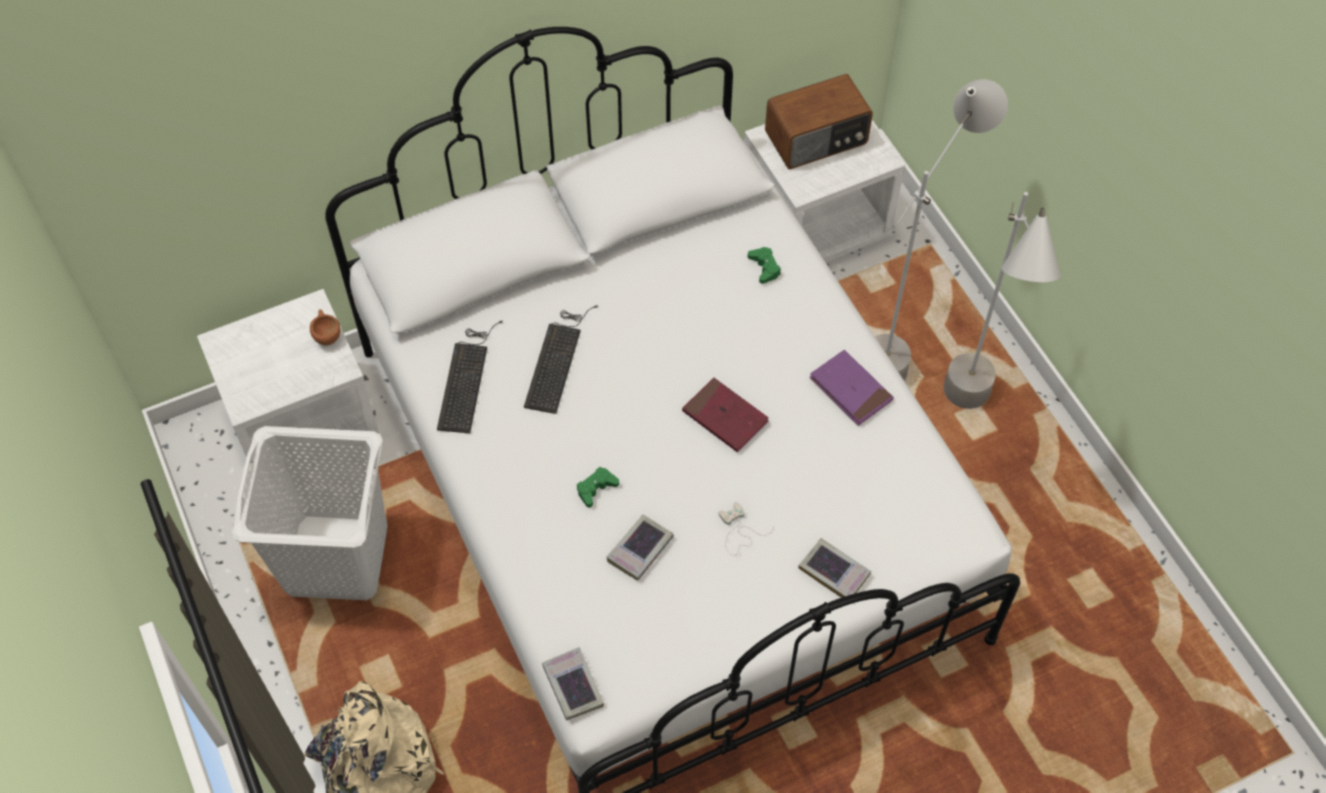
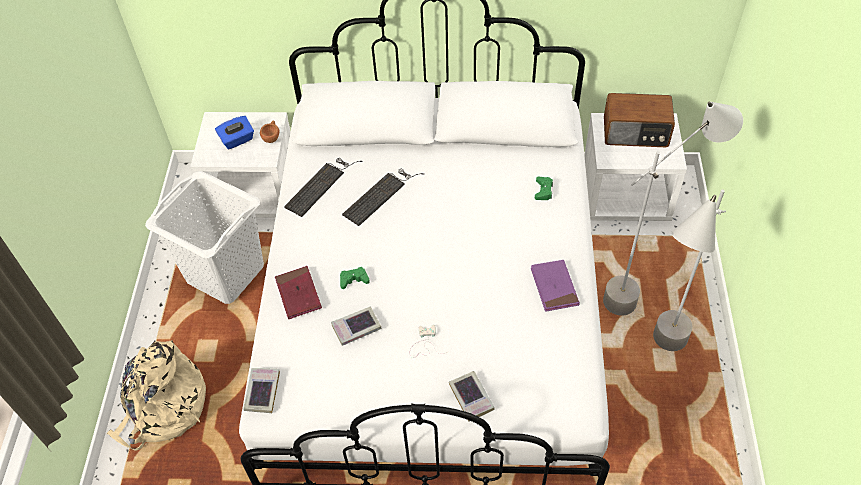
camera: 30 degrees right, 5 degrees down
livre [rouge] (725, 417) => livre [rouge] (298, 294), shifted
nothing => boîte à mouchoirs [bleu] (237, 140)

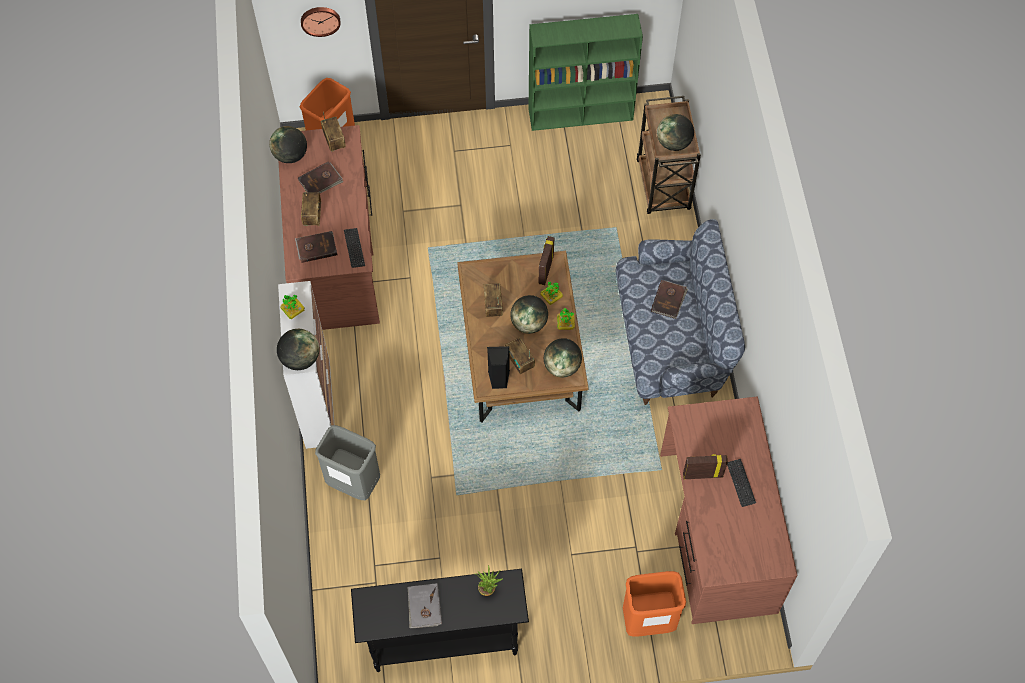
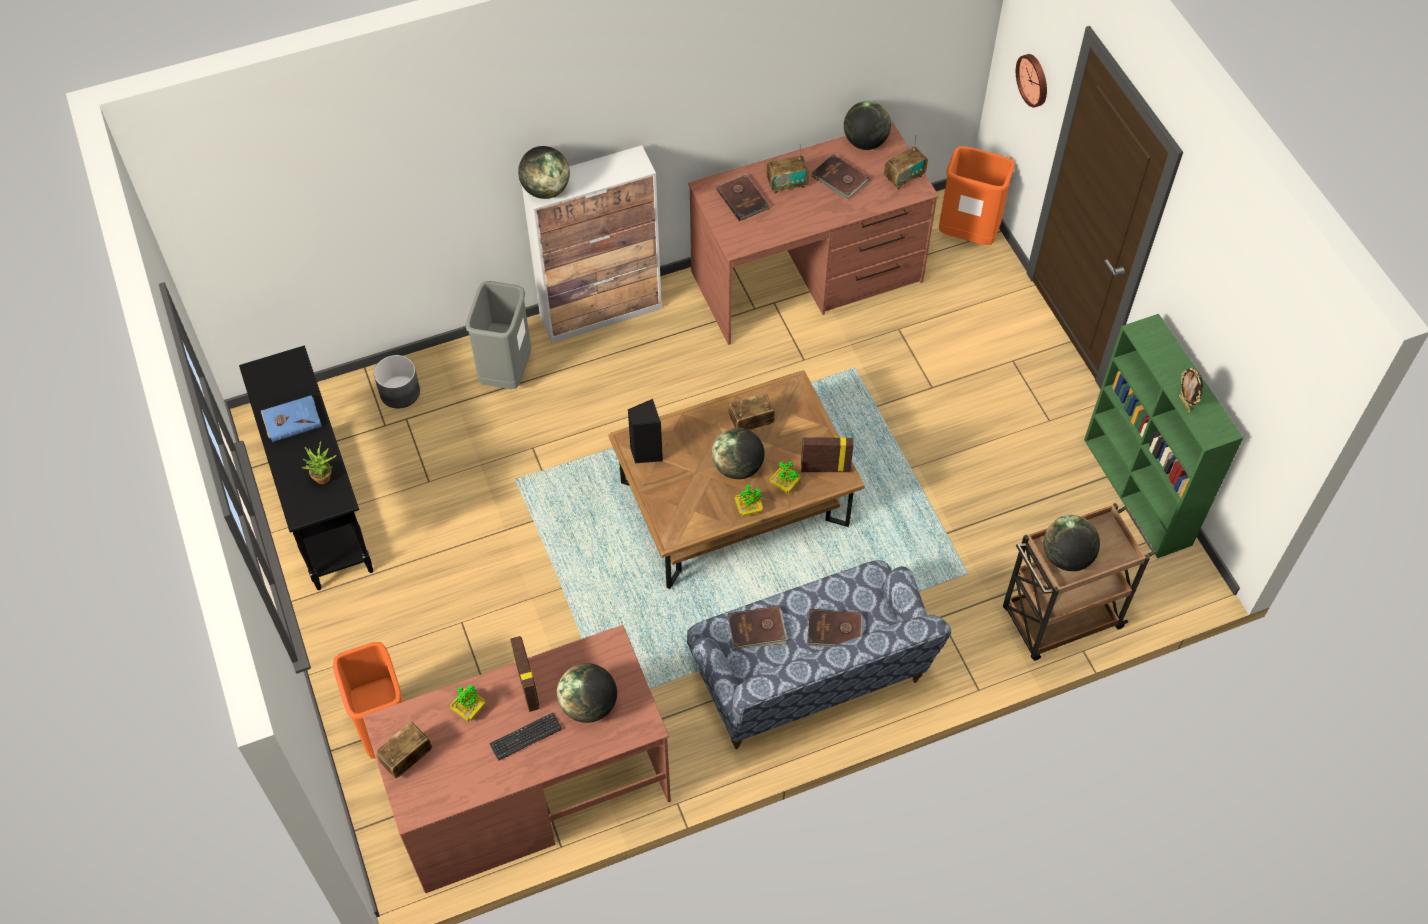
camera: 75 degrees right, 5 degrees down
plante en pot (293, 311) => plante en pot (469, 709), shifted
clavier (354, 248) => nothing
livre [gris] (424, 606) => livre [bleu] (291, 419)
radio (520, 361) => radio (407, 758), shifted
globe (562, 366) => globe (589, 705), shifted
nothing => cache-pot [gris] (400, 392)
nothing => livre [marron] (757, 629)
nothing => cadre photo (1184, 404)

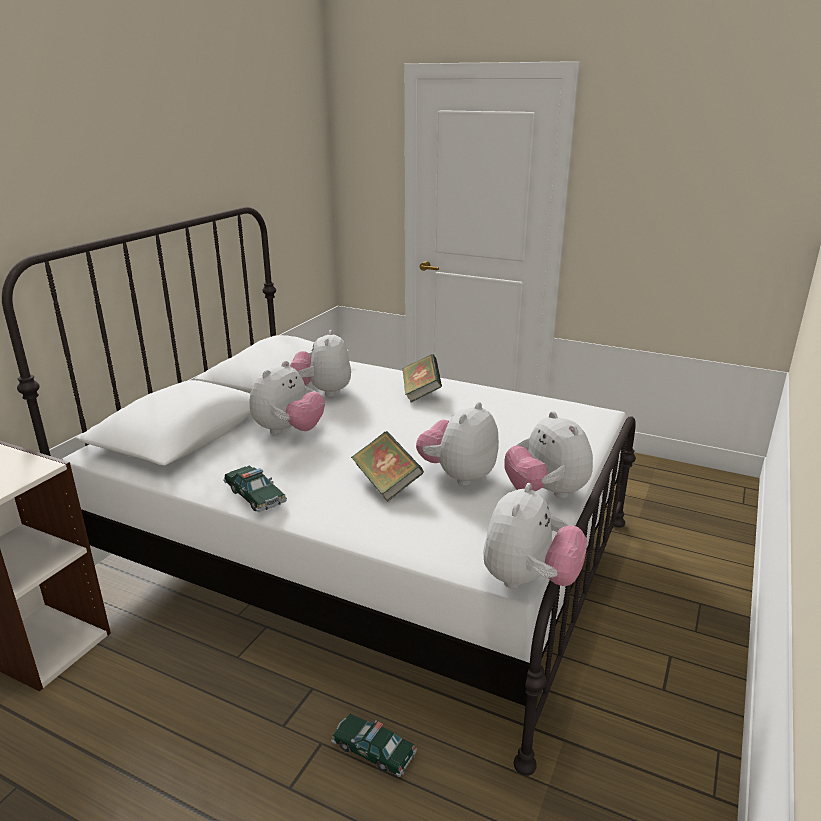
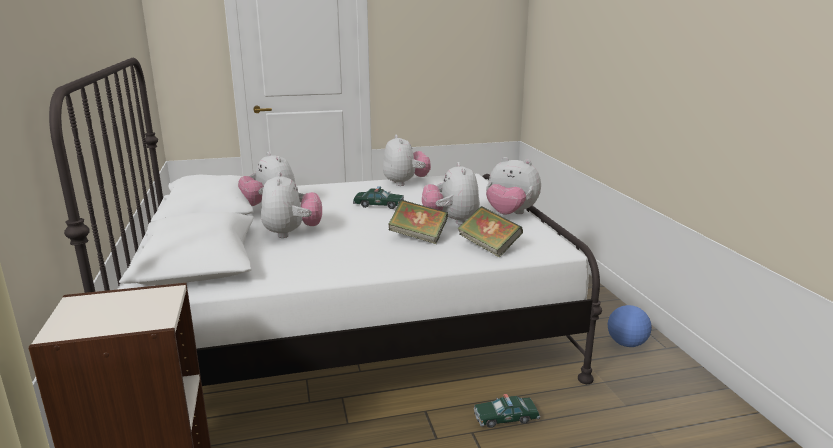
camera: 40 degrees left, 5 degrees down
petite voiture (255, 496) => petite voiture (379, 205), shifted
livre (421, 393) => livre (489, 247), shifted
peluche (529, 581) => peluche (405, 183), shifted
nothing => ballon de foot (626, 344)

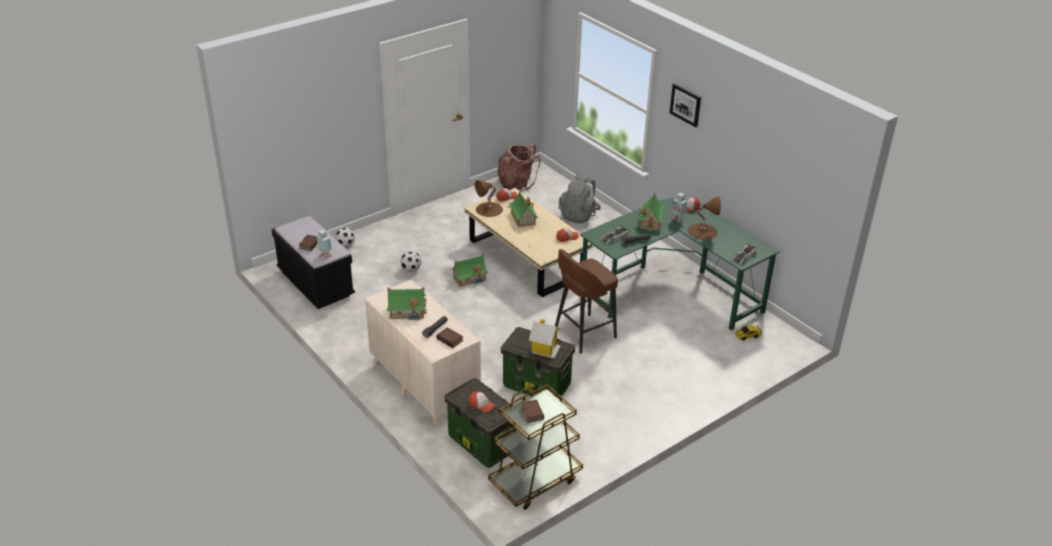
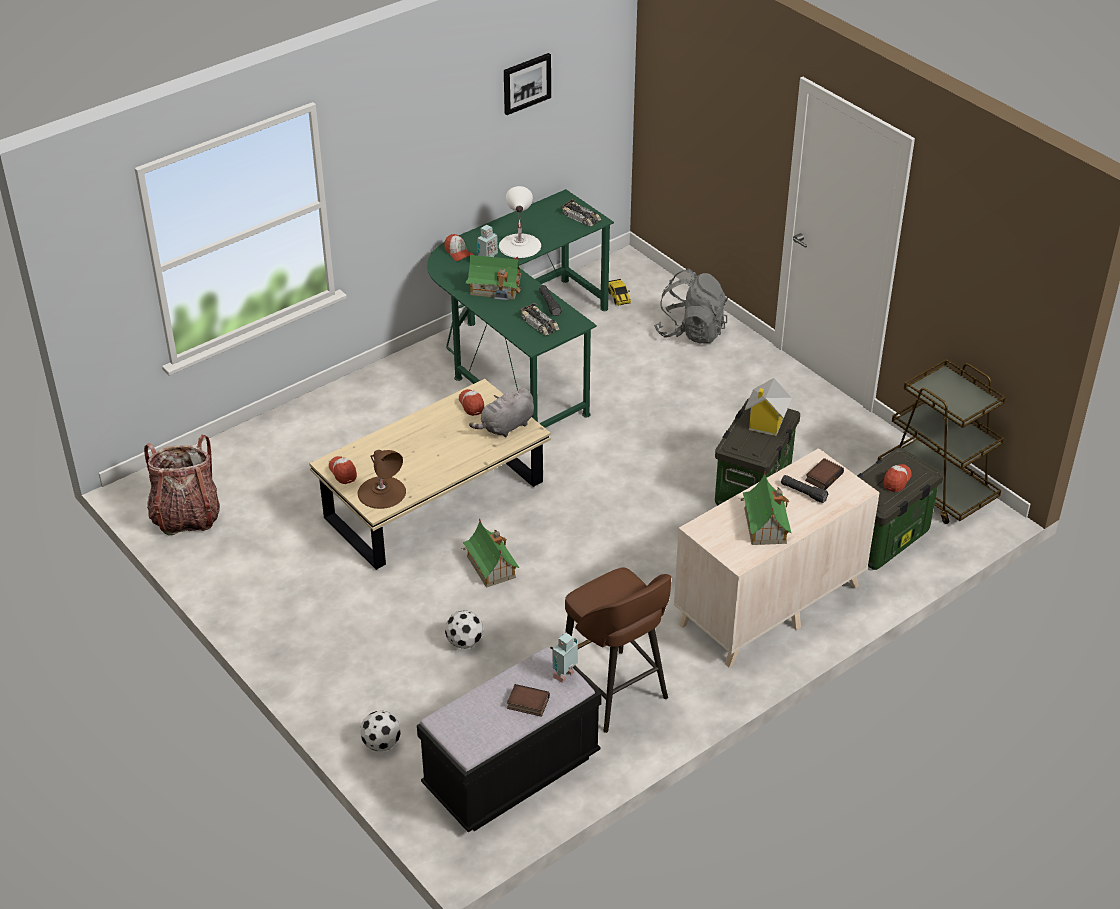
camera: 90 degrees left, 5 degrees up
maison miniature (523, 218) => nothing
livre (531, 413) => nothing
tabouret [marron] (583, 334) => tabouret [marron] (615, 693), shifted
sac à dos [gris] (579, 215) => sac à dos [gris] (691, 332), shifted
tableau (686, 104) => tableau (526, 83), shifted
lampe de table [marron] (702, 231) => lampe de table [blanc] (519, 245)
nothing => peluche [gris] (506, 427)

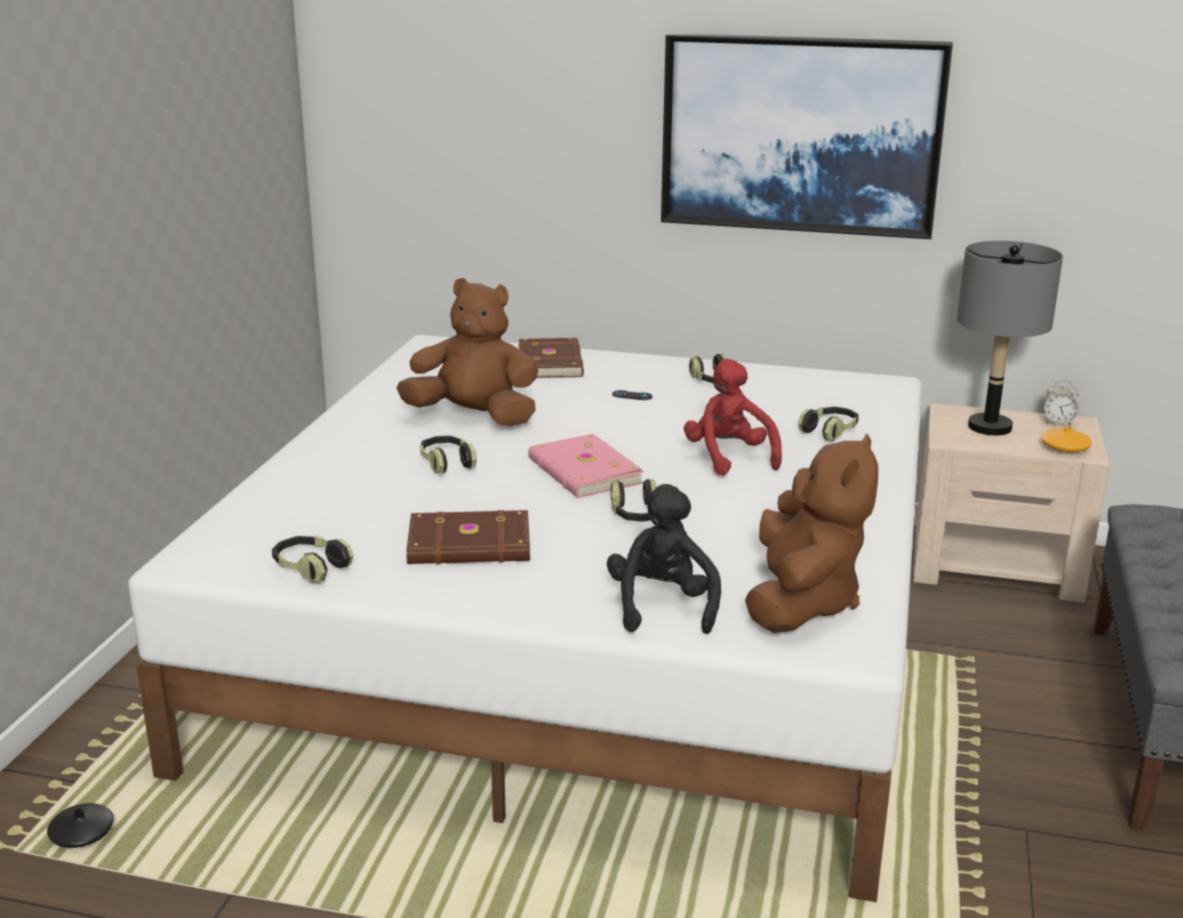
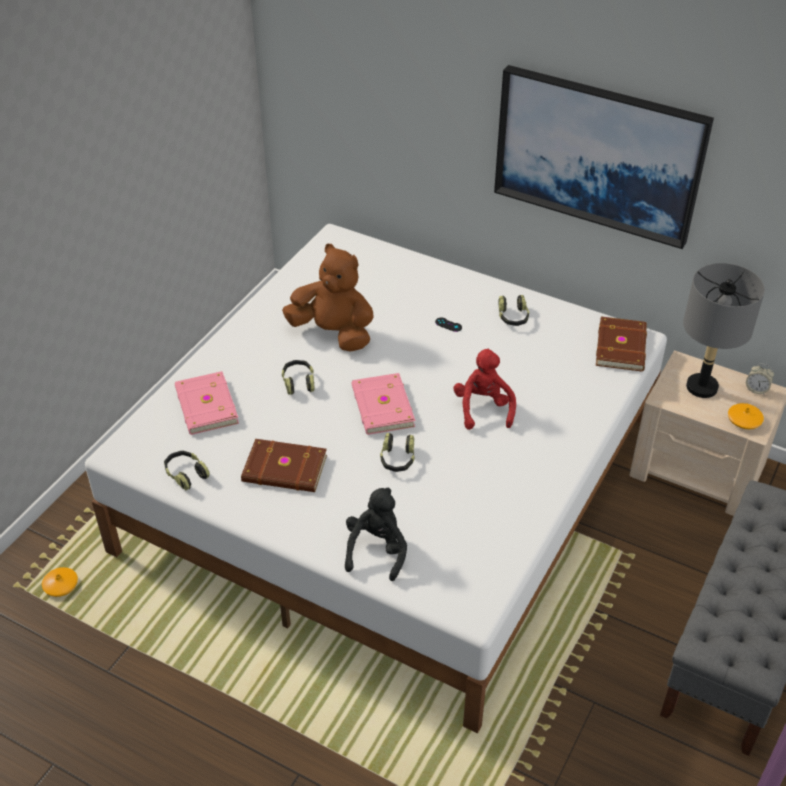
camera: 15 degrees right, 20 degrees up
vase [noir] (82, 833) => vase [orange] (61, 585)
livre [marron] (552, 362) => livre [marron] (622, 346), shifted
peluche [marron] (801, 602) => nothing
casque audio (830, 431) => nothing
nothing => livre [rose] (205, 406)

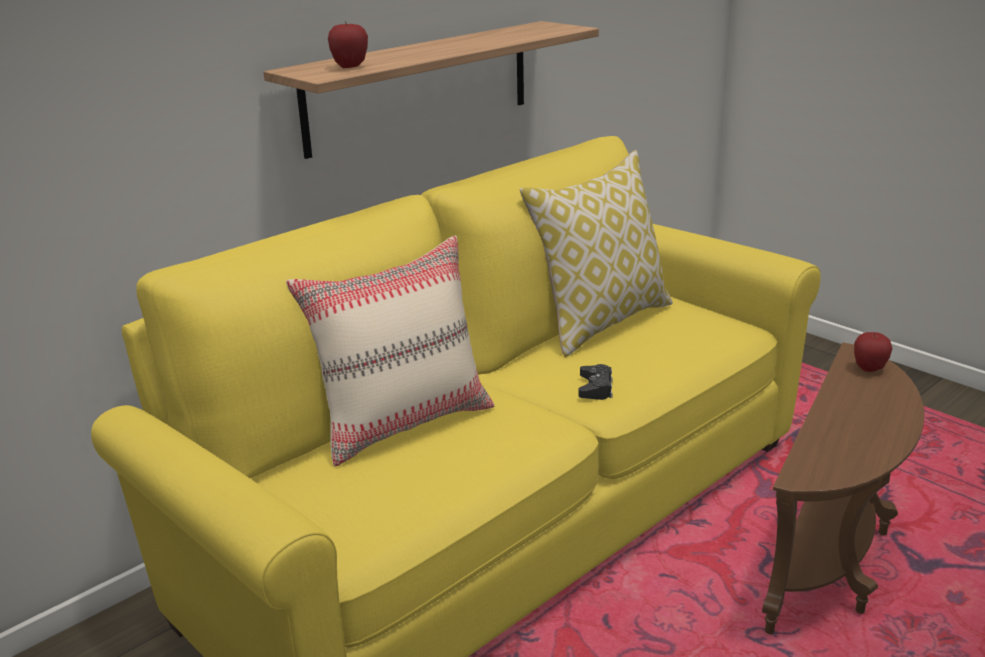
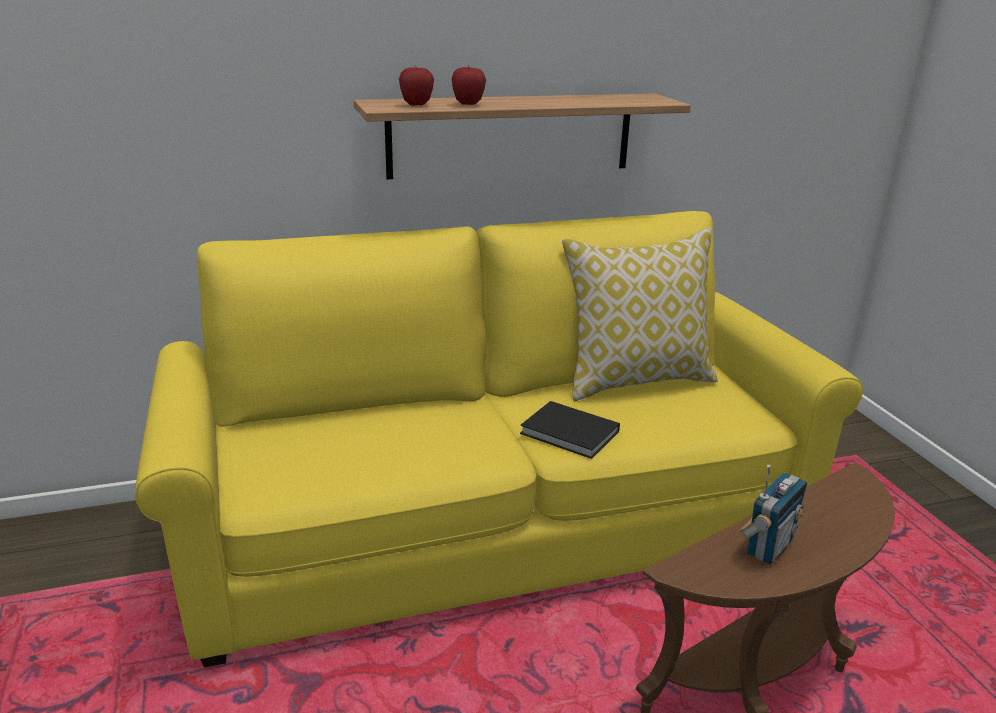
camera: 25 degrees right, 0 degrees up
coussin [beige] (403, 423) => nothing
manette [noir] (595, 388) => livre [noir] (571, 434)
pomme (869, 369) => pomme (468, 104), shifted
nothing => radio (768, 547)

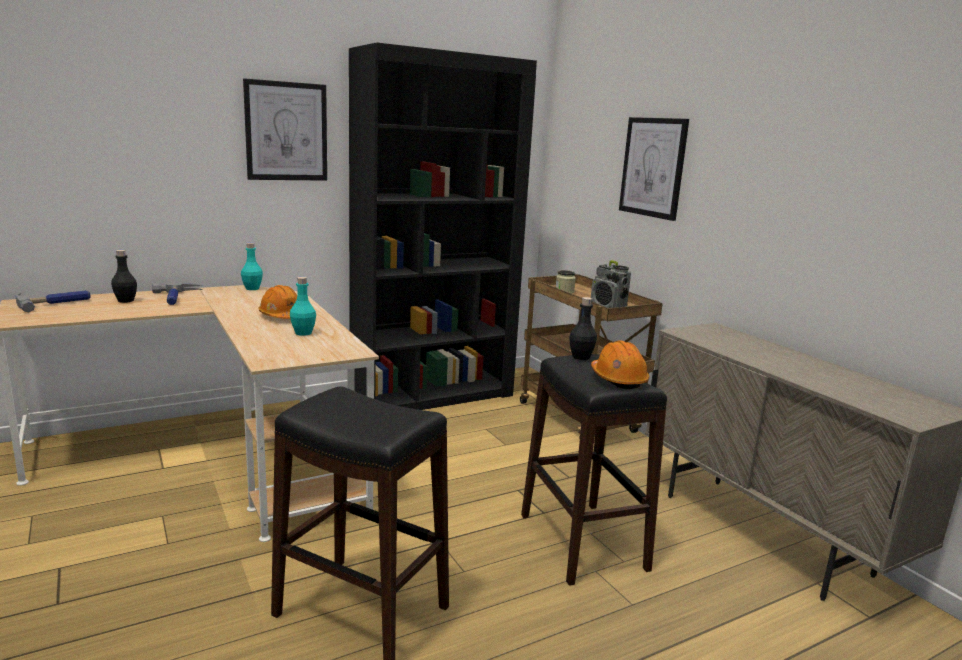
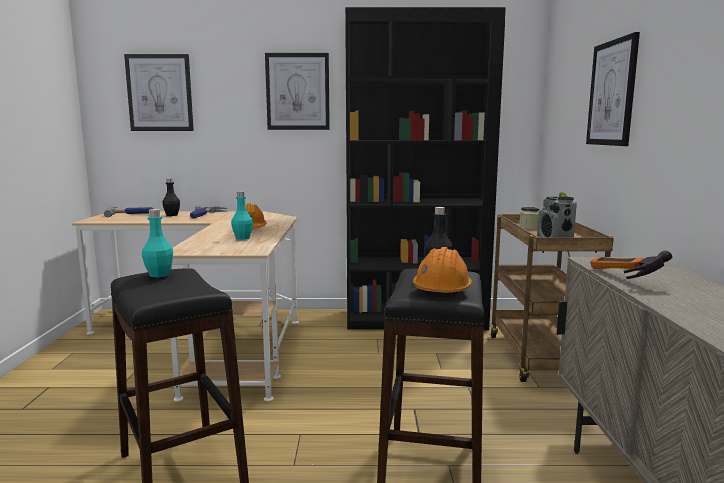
camera: 30 degrees right, 5 degrees down
bouteille [turquoise] (252, 288) => bouteille [turquoise] (159, 275), shifted
nothing => tableau (160, 93)
nothing => marteau (619, 278)

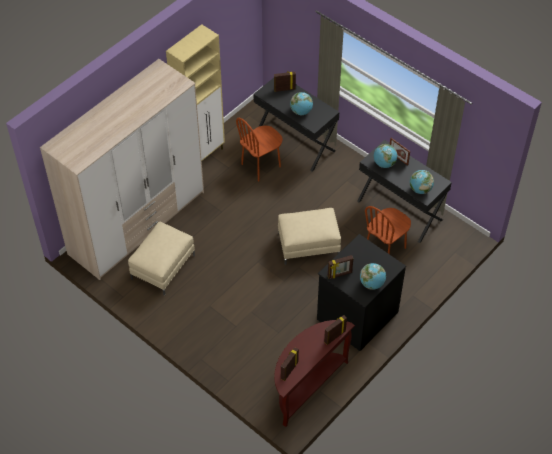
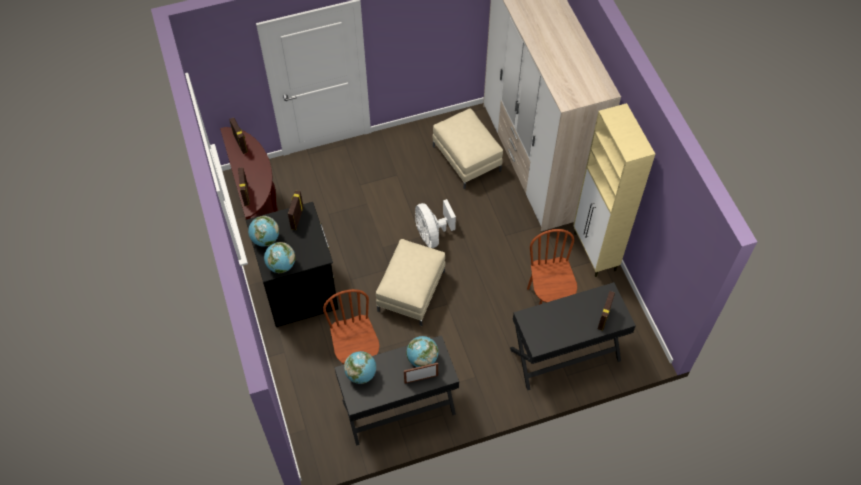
camera: 120 degrees right, 5 degrees up
globe (301, 111) => globe (281, 265), shifted
nothing => ventilateur [blanc] (432, 234)

